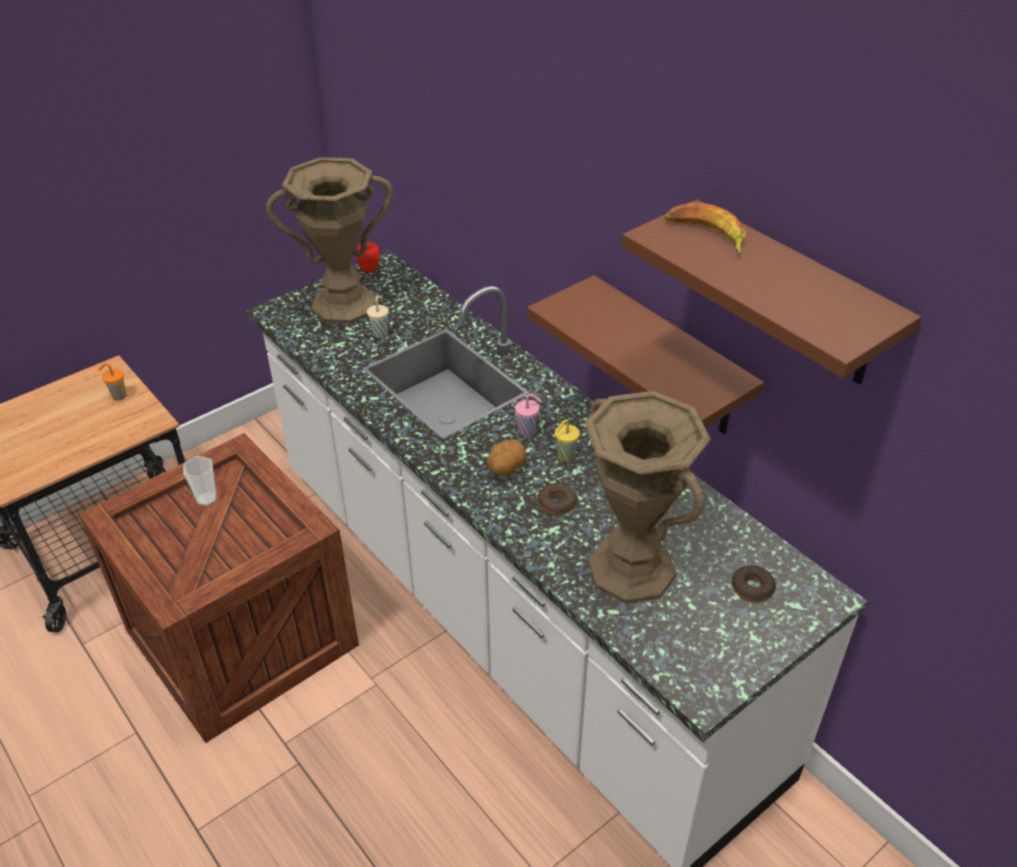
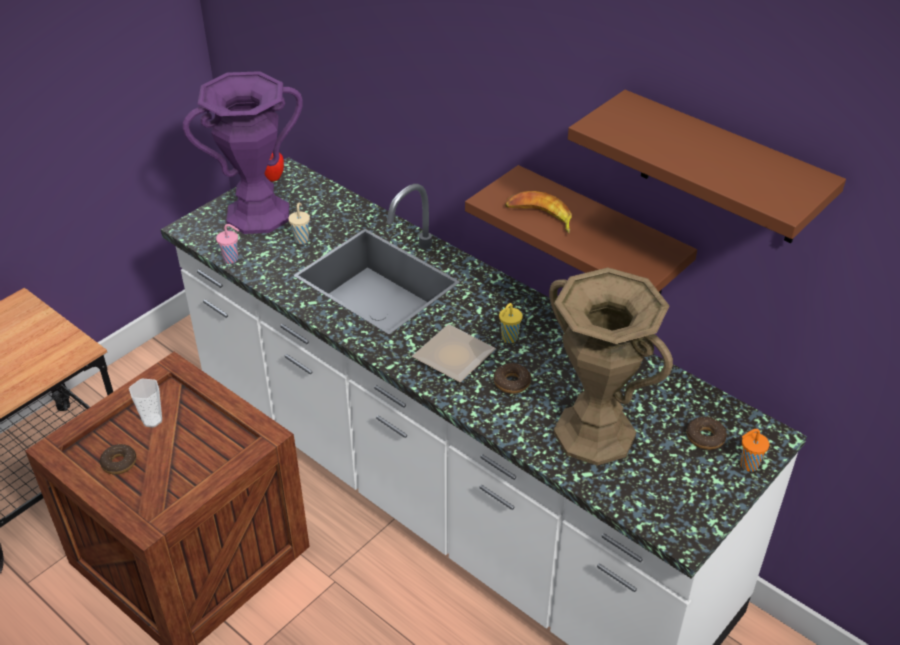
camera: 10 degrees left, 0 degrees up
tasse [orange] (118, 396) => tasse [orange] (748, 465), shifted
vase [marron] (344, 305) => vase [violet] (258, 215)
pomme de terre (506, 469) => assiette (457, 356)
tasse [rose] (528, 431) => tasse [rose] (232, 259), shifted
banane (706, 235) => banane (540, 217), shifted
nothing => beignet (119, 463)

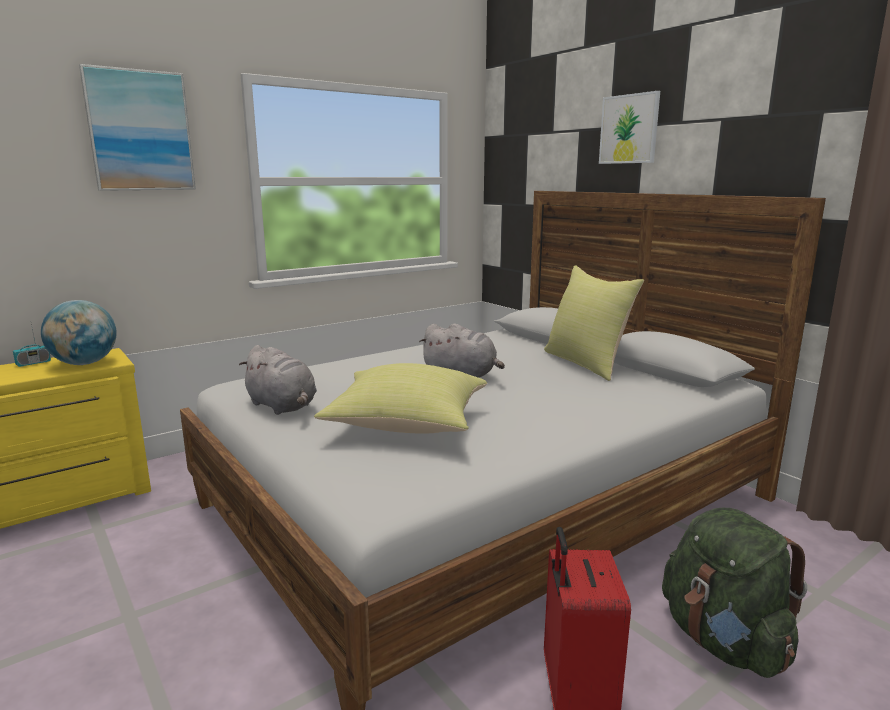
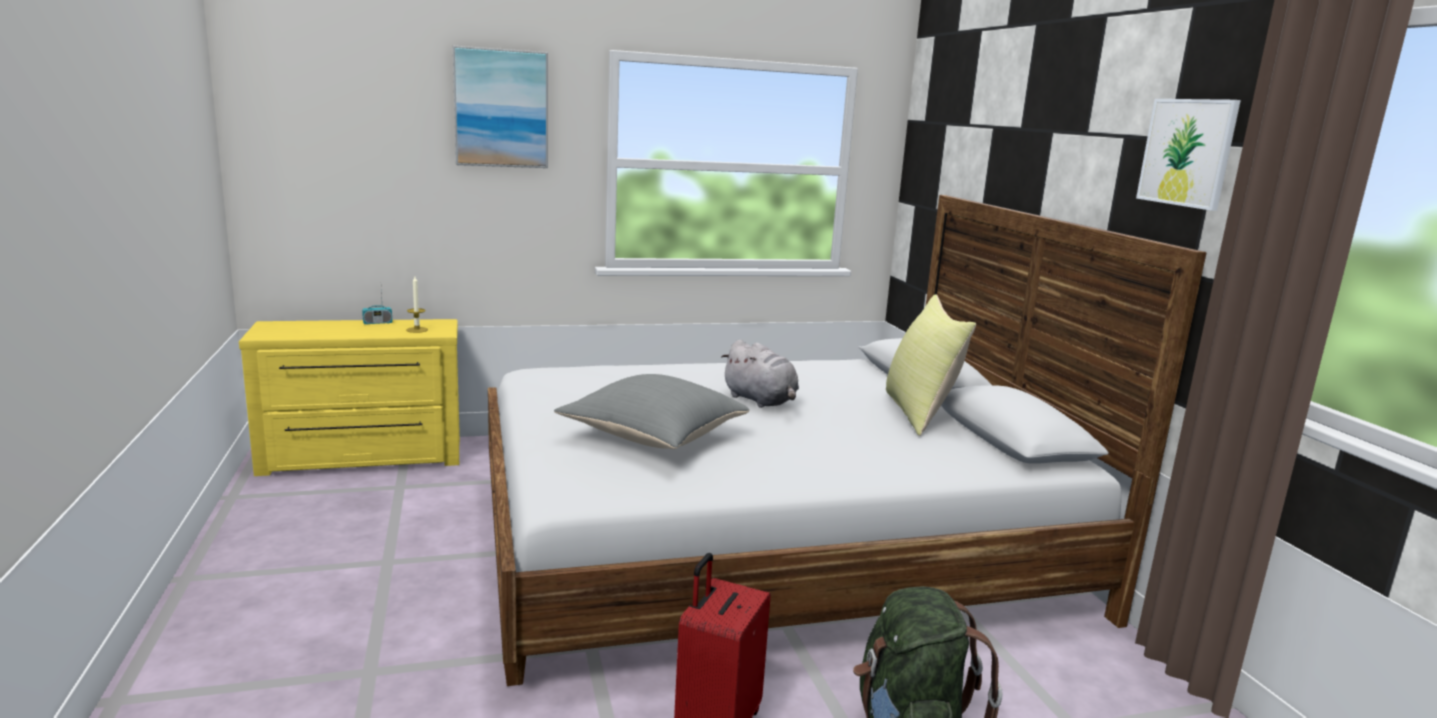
camera: 20 degrees right, 0 degrees up
globe (84, 363) => bougie (417, 330)
peluche [gris] (283, 406) => nothing
coussin [jaune] (404, 426) => coussin [gris] (650, 438)
tableau (629, 129) => tableau (1187, 152), shifted

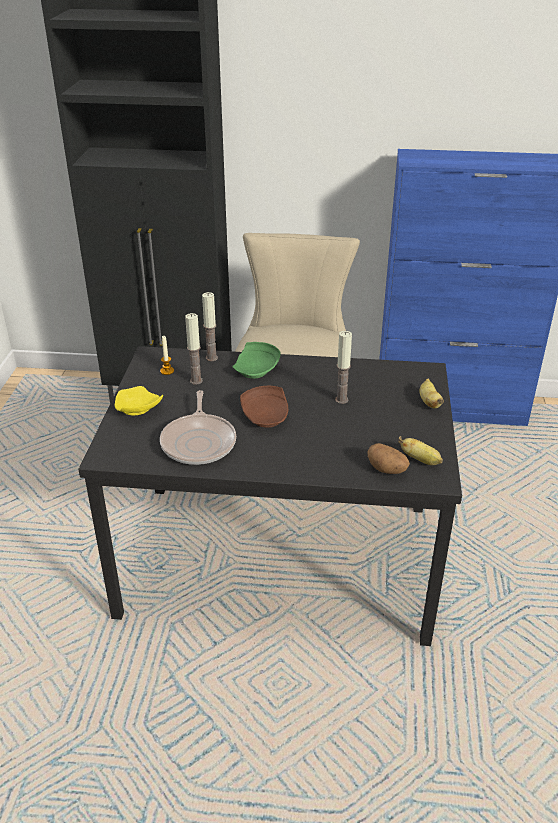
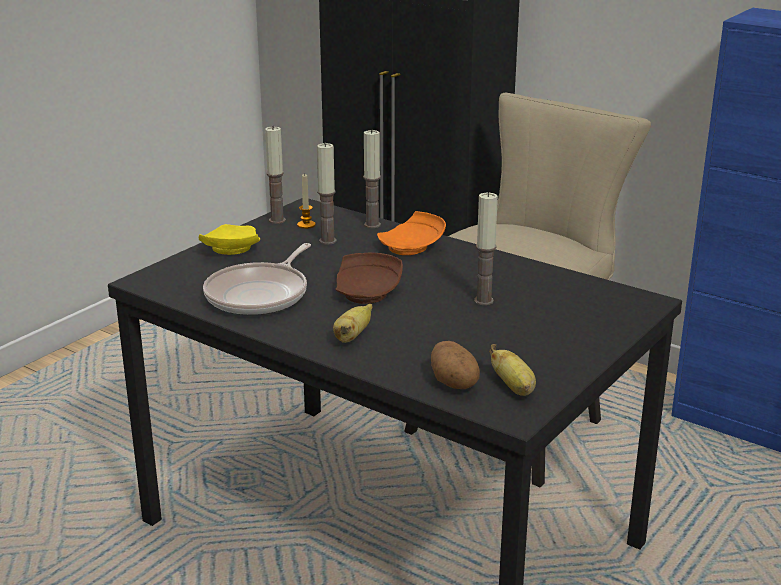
camera: 30 degrees right, 10 degrees down
assiette [vert] (256, 369) => assiette [orange] (412, 247)
banane (429, 402) => banane (352, 336), shifted
nothing => bougie (277, 220)

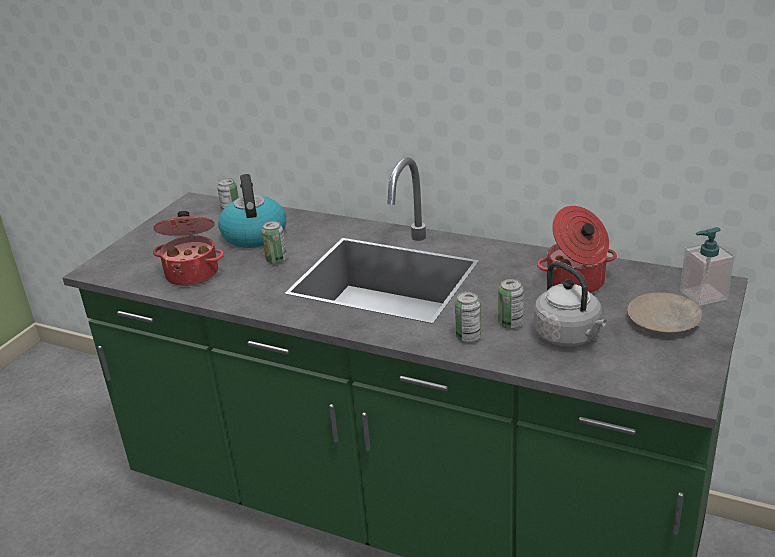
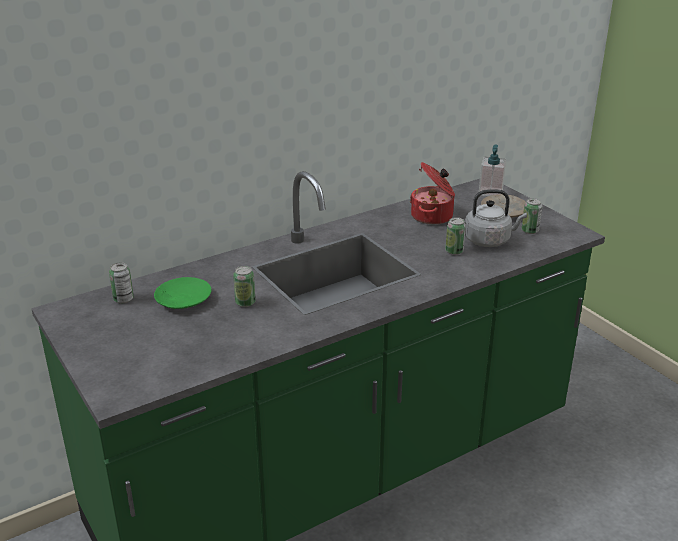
camera: 60 degrees left, 0 degrees up
marmite (193, 273) => nothing
bouilloire (254, 235) => assiette [vert] (183, 300)
boîte métallique (468, 337) => boîte métallique (530, 231), shifted

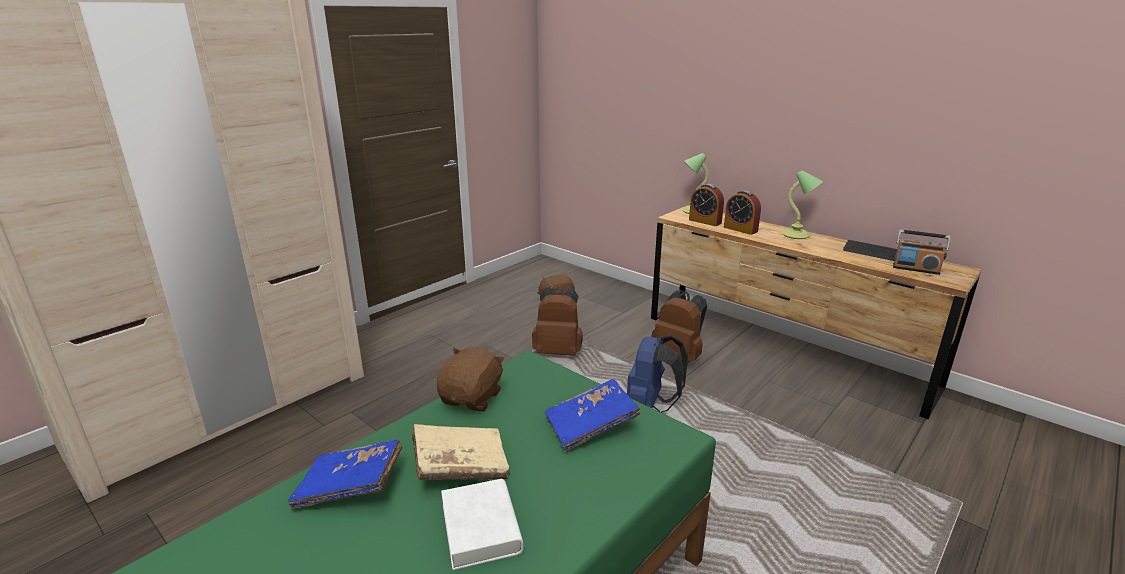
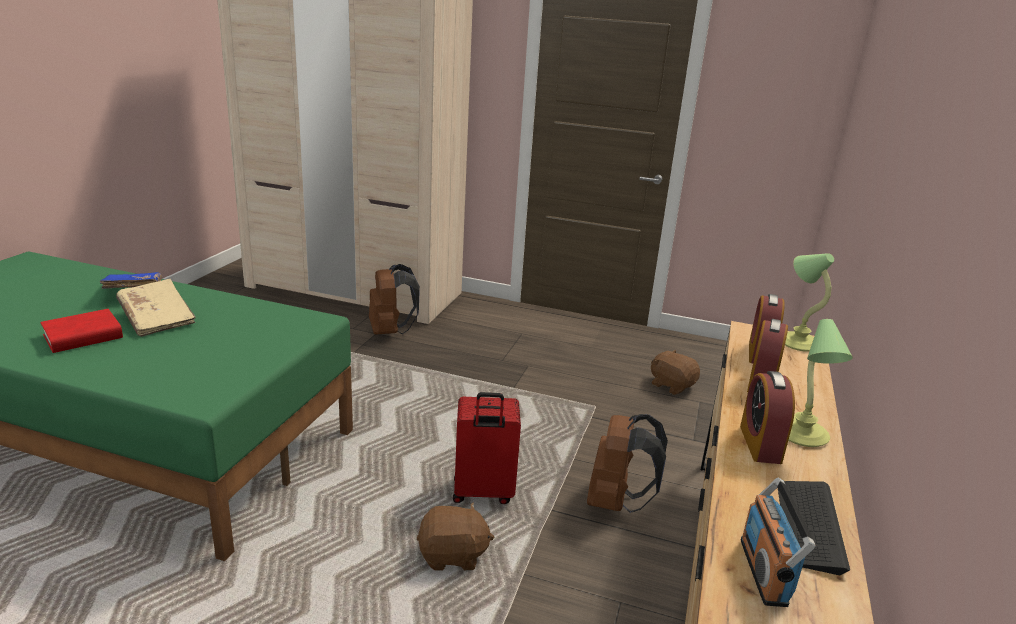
camera: 65 degrees right, 0 degrees up
peluche [marron] (472, 398) => peluche [marron] (452, 555), shifted
livre [blanc] (481, 528) => livre [rouge] (83, 337)
sac à dos [marron] (558, 351) => sac à dos [marron] (390, 331), shifted
livre [bleu] (590, 426) => nothing
sac à dos [bleu] (651, 405) => valise [rouge] (483, 493)
nothing => réveil (760, 444)

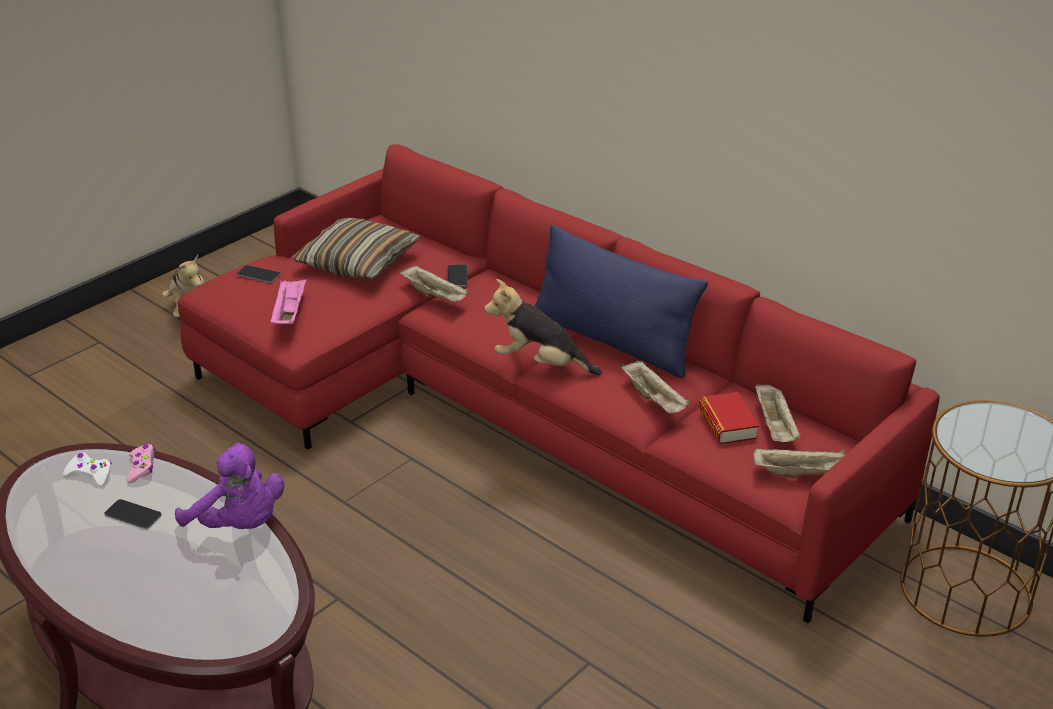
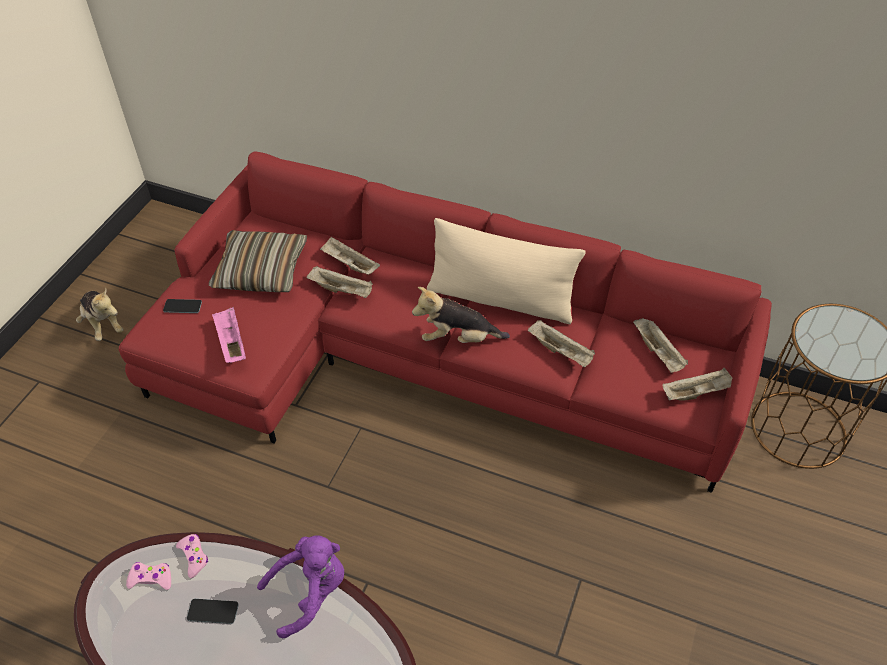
camera: 20 degrees left, 15 degrees up
manette [blanc] (90, 474) => manette [rose] (151, 578)
peluche [violet] (239, 525) => peluche [violet] (310, 592), 45 degrees counterclockwise
téléphone (457, 276) => plateau [beige] (349, 264)
coussin [bleu] (612, 340) => coussin [beige] (500, 299)
livre (727, 424) => nothing

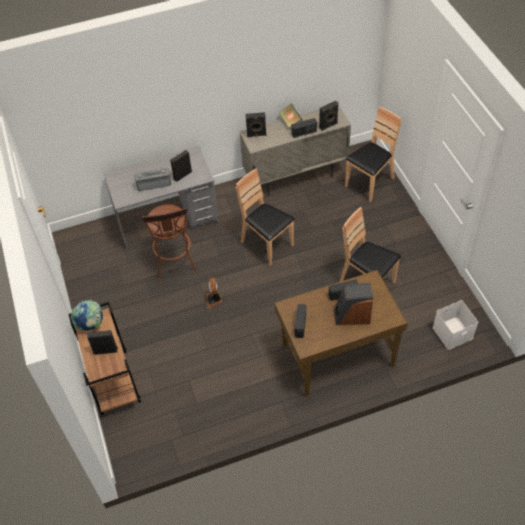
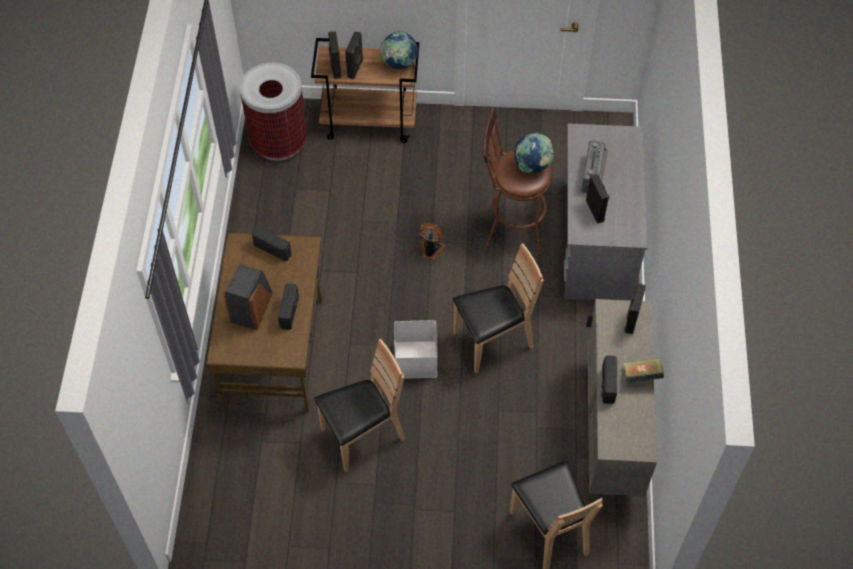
camera: 110 degrees right, 5 degrees up
enceinte [noir] (328, 126) => enceinte [noir] (335, 68), shifted
boîte de rangement [blanc] (452, 332) => boîte de rangement [blanc] (416, 360), shifted
nothing => poubelle (278, 142)
nothing => globe (532, 166)

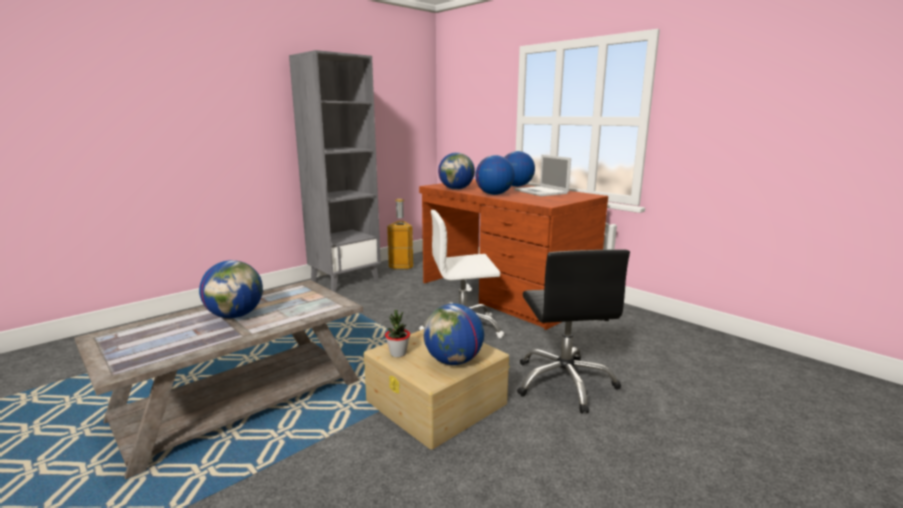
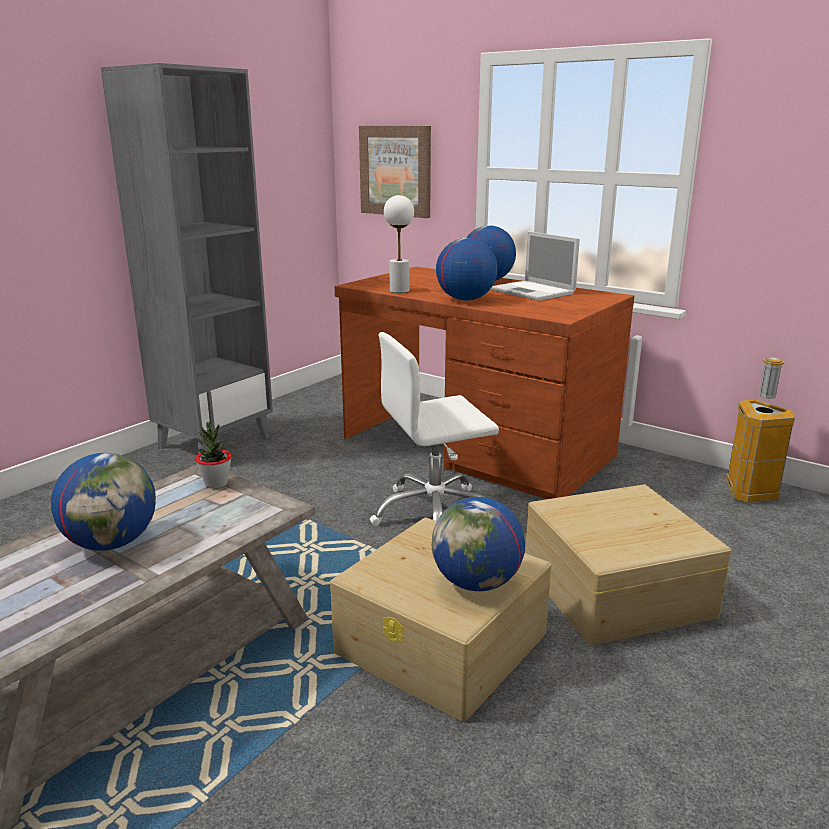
camera: 10 degrees left, 5 degrees up
plante en pot (398, 353) => plante en pot (216, 484), shifted
poubelle (401, 266) => poubelle (748, 493), shifted
globe (456, 189) => lampe de table [blanc] (399, 290)
chaise de bureau [noir] (564, 382) => boîte de rangement [beige] (614, 589)
nothing => tableau (396, 171)

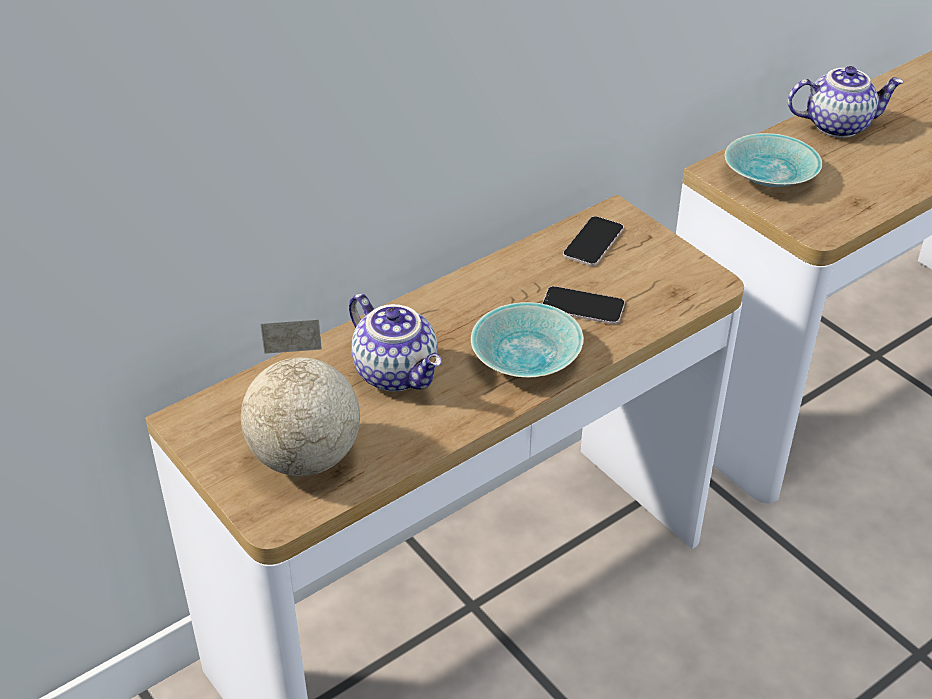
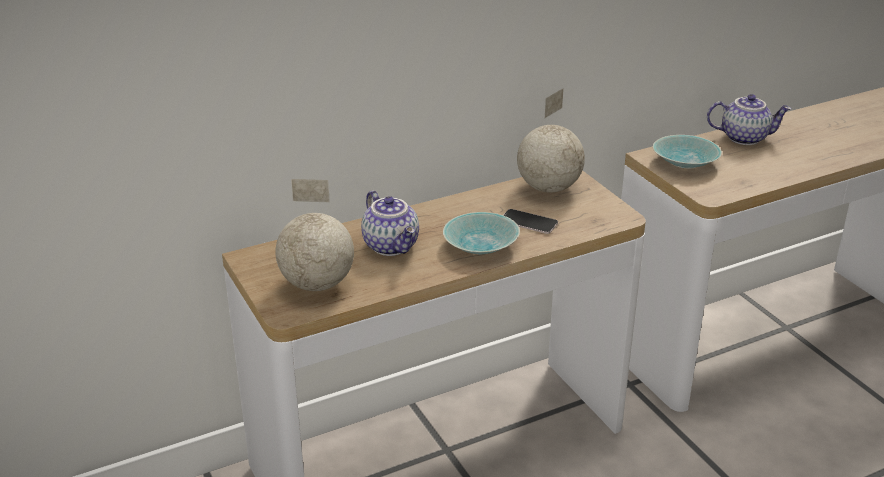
camera: 10 degrees right, 10 degrees down
téléphone (593, 242) => globe (548, 188)

